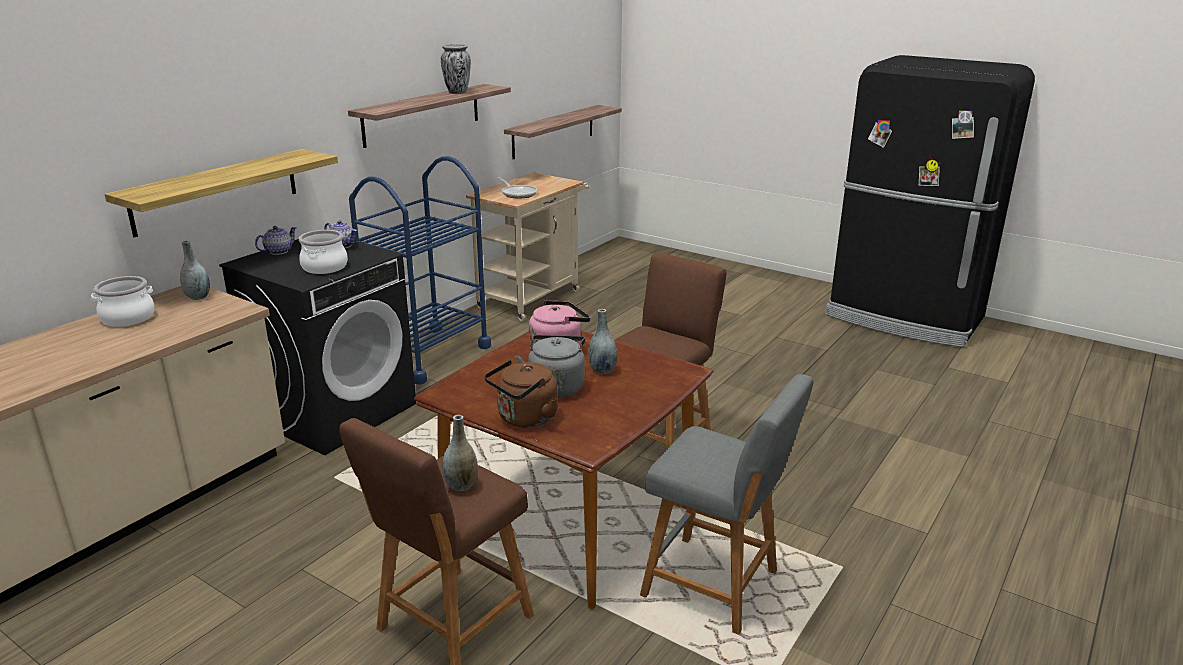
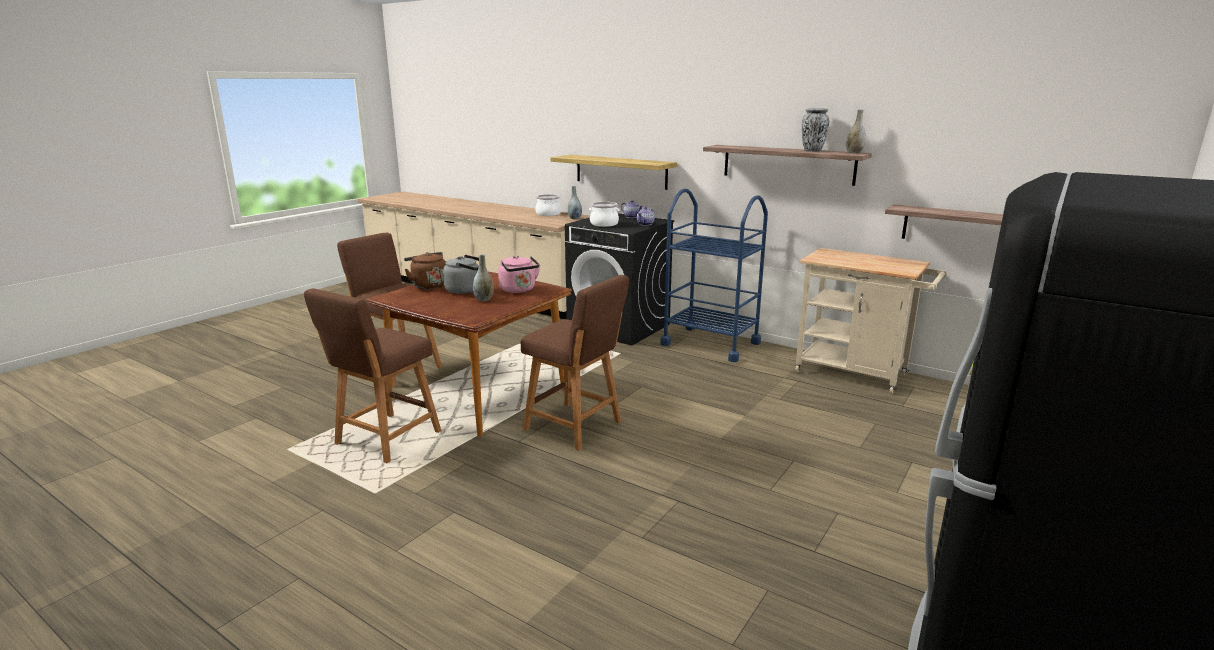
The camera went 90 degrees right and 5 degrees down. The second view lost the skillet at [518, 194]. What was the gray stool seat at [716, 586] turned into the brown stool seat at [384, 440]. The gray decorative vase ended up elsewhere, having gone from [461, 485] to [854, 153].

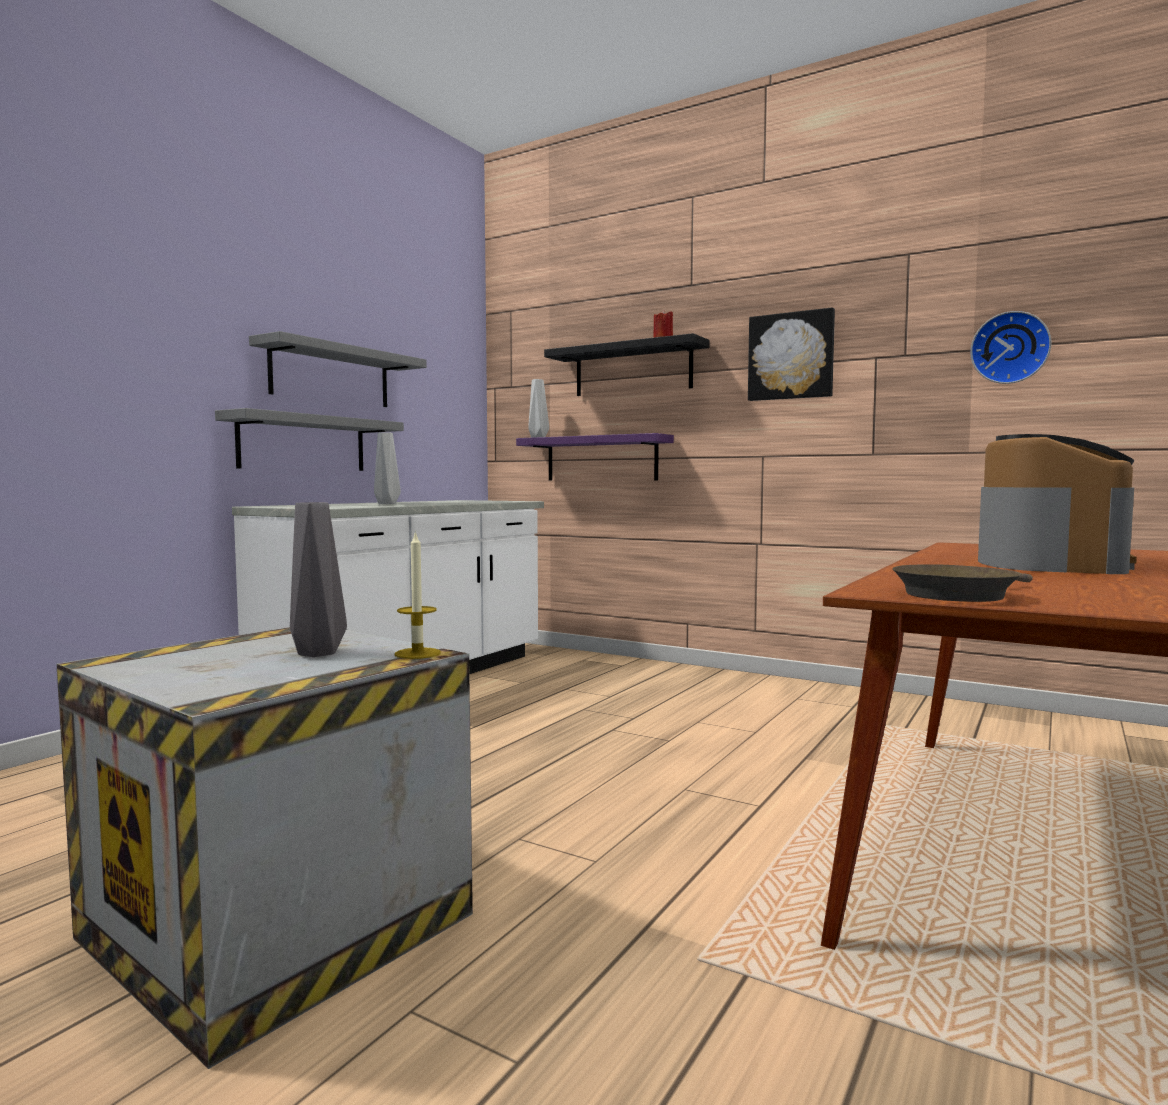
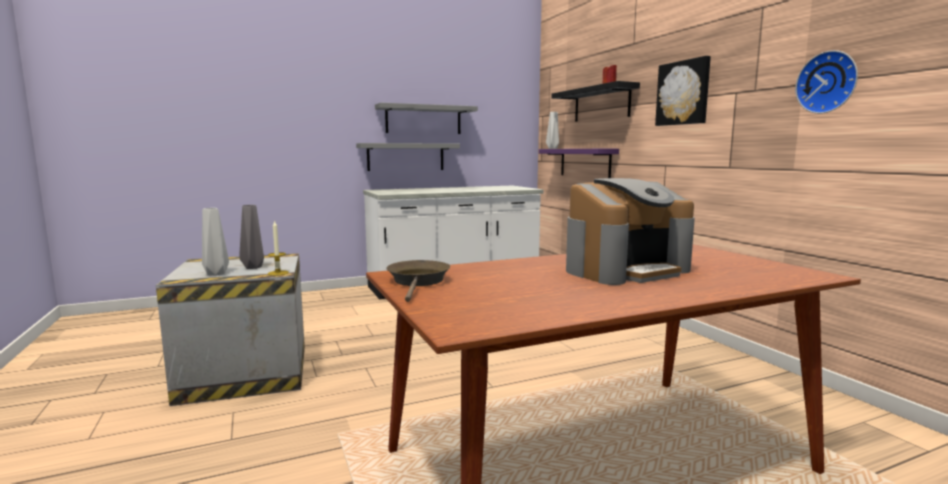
The camera went 35 degrees right and 5 degrees up. The gray decorative vase ended up elsewhere, having gone from [387, 504] to [215, 274]. The brown skillet at [959, 594] ended up facing another way, 90 degrees clockwise from before.

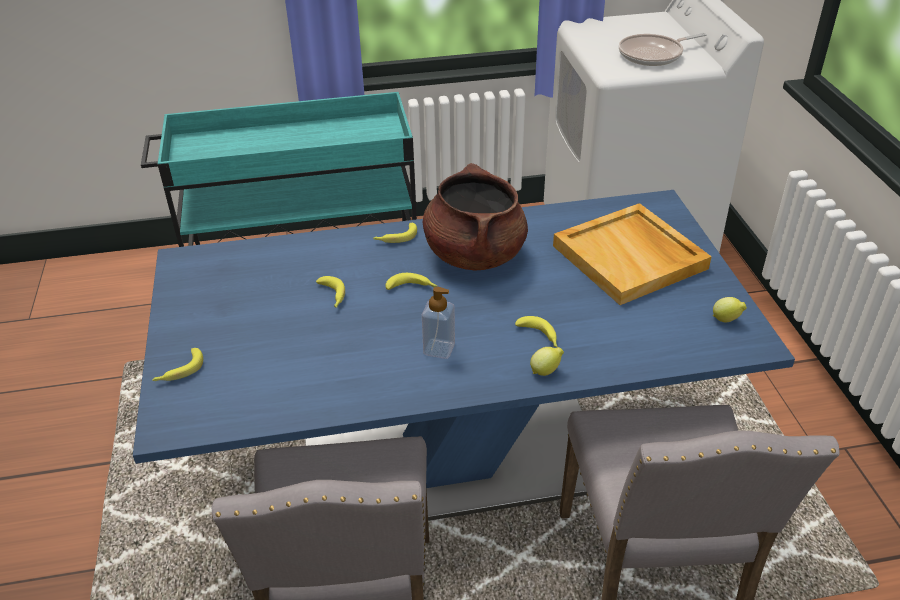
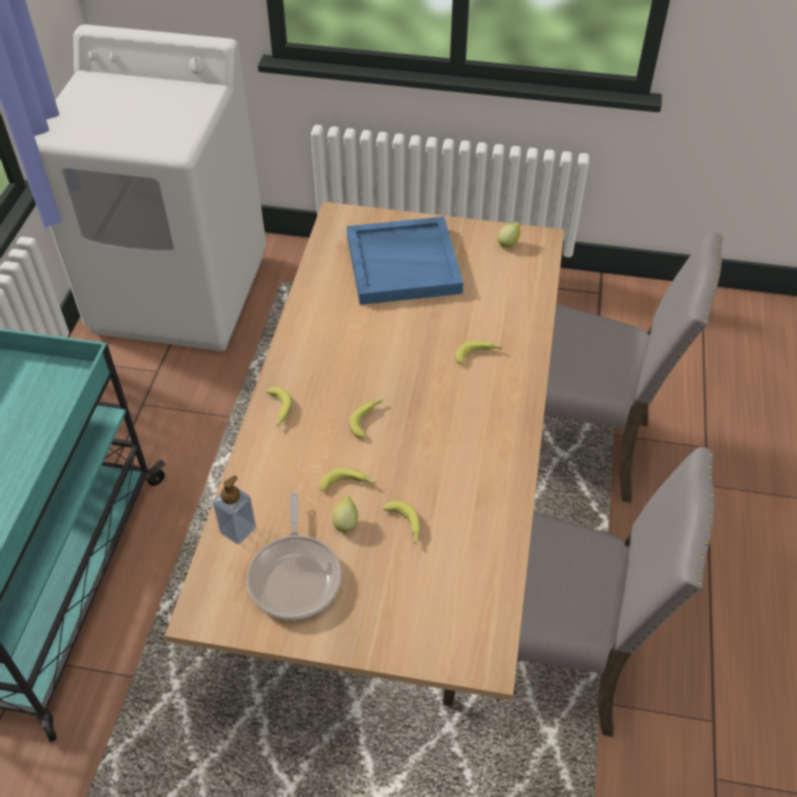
The camera went 70 degrees left and 10 degrees up. The skillet ended up elsewhere, having gone from [654, 55] to [295, 576]. The second view lost the brown cooking pot at [474, 254]. What was the bluish dining table at [452, 460] turned into the beige-coloured dining table at [398, 530]. What was the beige-coloured serving tray at [631, 257] turned into the bluish serving tray at [404, 263]. The soap dispenser ended up elsewhere, having gone from [439, 349] to [238, 529]. The citrus fruit ended up elsewhere, having gone from [546, 371] to [346, 523]. The banana ended up elsewhere, having gone from [179, 371] to [405, 526].

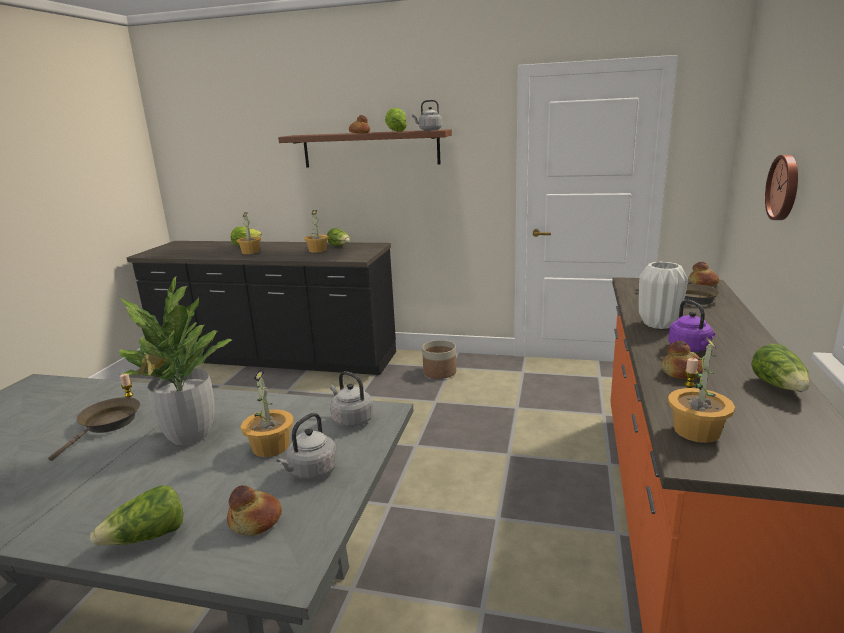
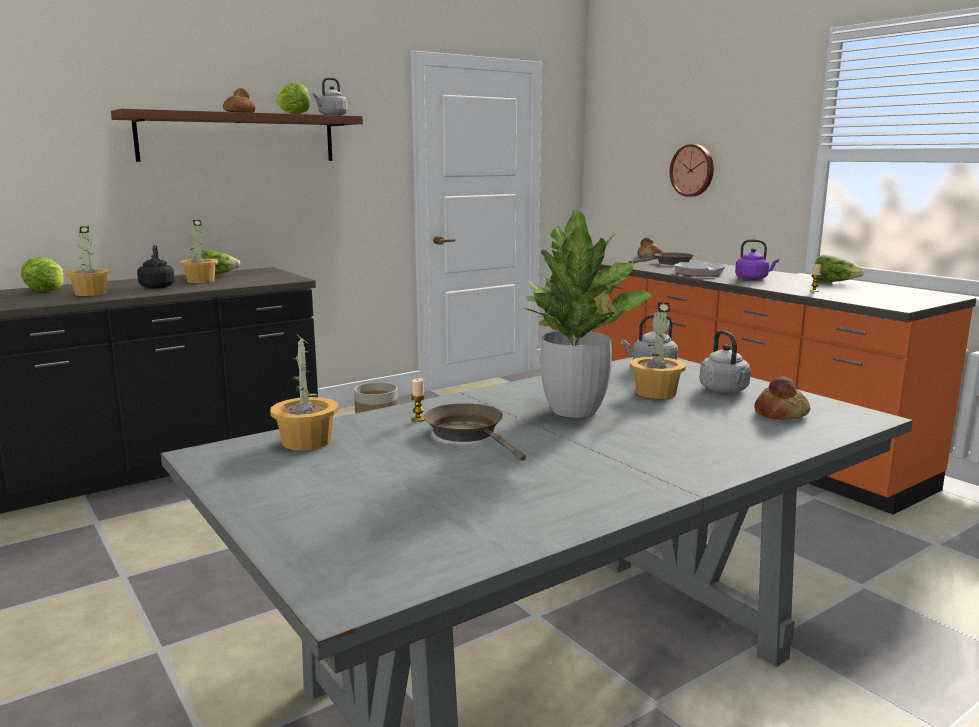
The camera went 50 degrees left and 5 degrees down. Where the whitish decorative vase stood at [657, 324], the skillet came to stand at [700, 274]. The plant in a pot ended up elsewhere, having gone from [695, 430] to [305, 442]. The second view lost the bread at [682, 373]. The second view lost the lettuce head at [147, 537]. The second view gained the black tea kettle at [157, 287].

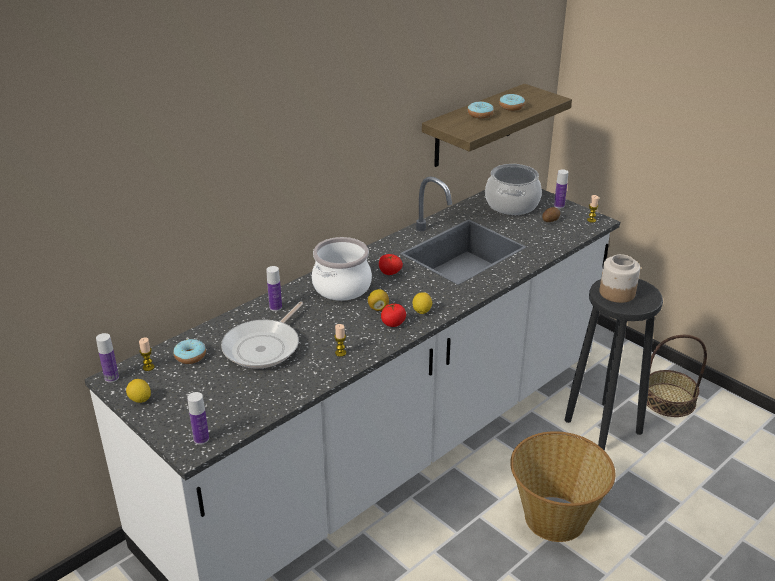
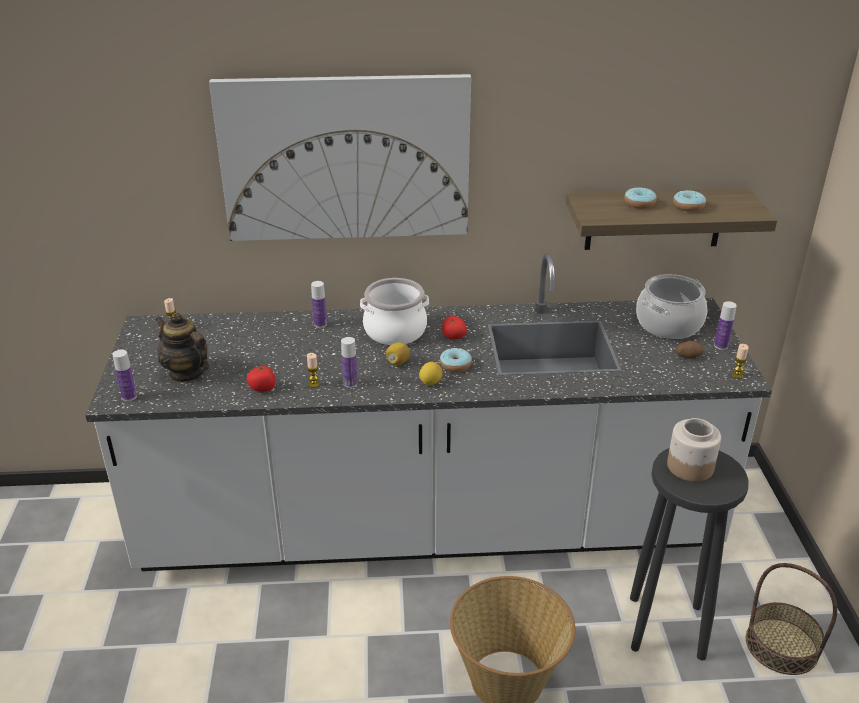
The camera went 40 degrees right and 0 degrees up. The second view lost the skillet at [264, 347]. The tomato ended up elsewhere, having gone from [393, 323] to [263, 388]. The beverage bottle ended up elsewhere, having gone from [111, 378] to [350, 383]. The donut ended up elsewhere, having gone from [190, 356] to [455, 365]. The second view lost the citrus fruit at [140, 399]. The second view gained the picture at [345, 158]. The second view gained the teapot at [186, 373].

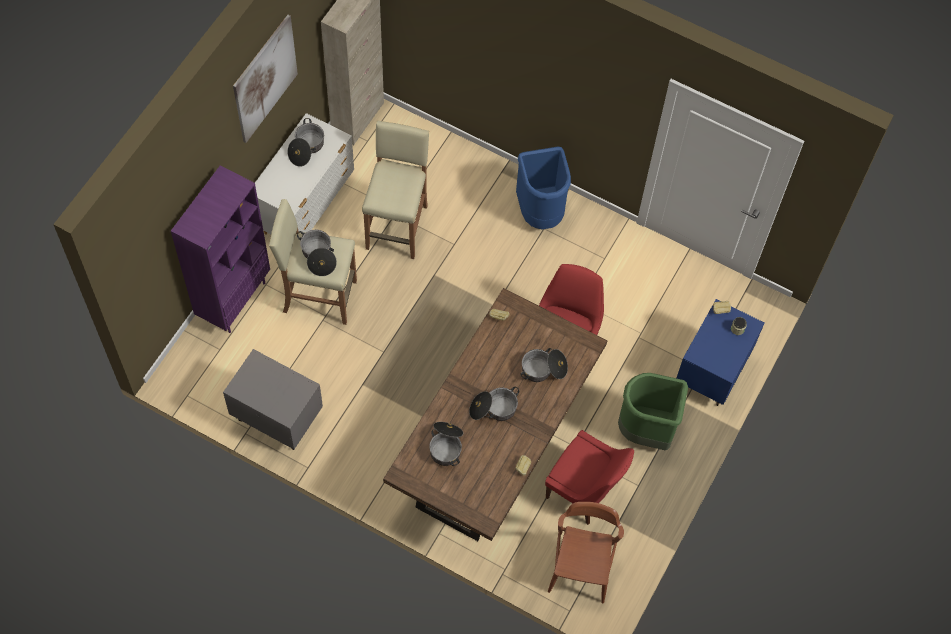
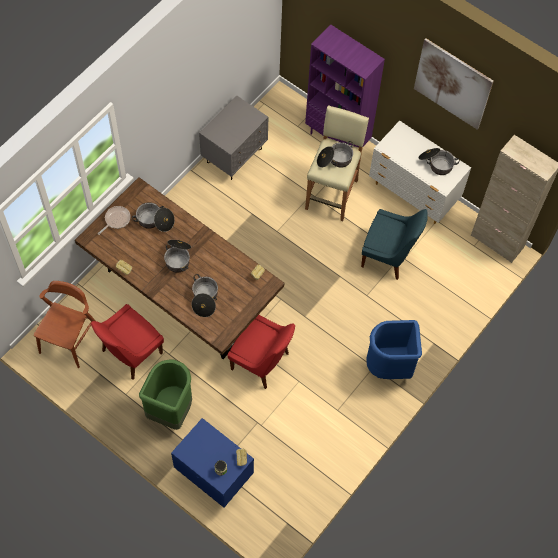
The camera went 100 degrees right and 0 degrees up. Where the beige-coloured stool seat stood at [397, 226], the bluish chair came to stand at [388, 256]. The brown chair at [581, 567] ended up facing another way, 90 degrees counterclockwise from before. The second view gained the skillet at [116, 220].

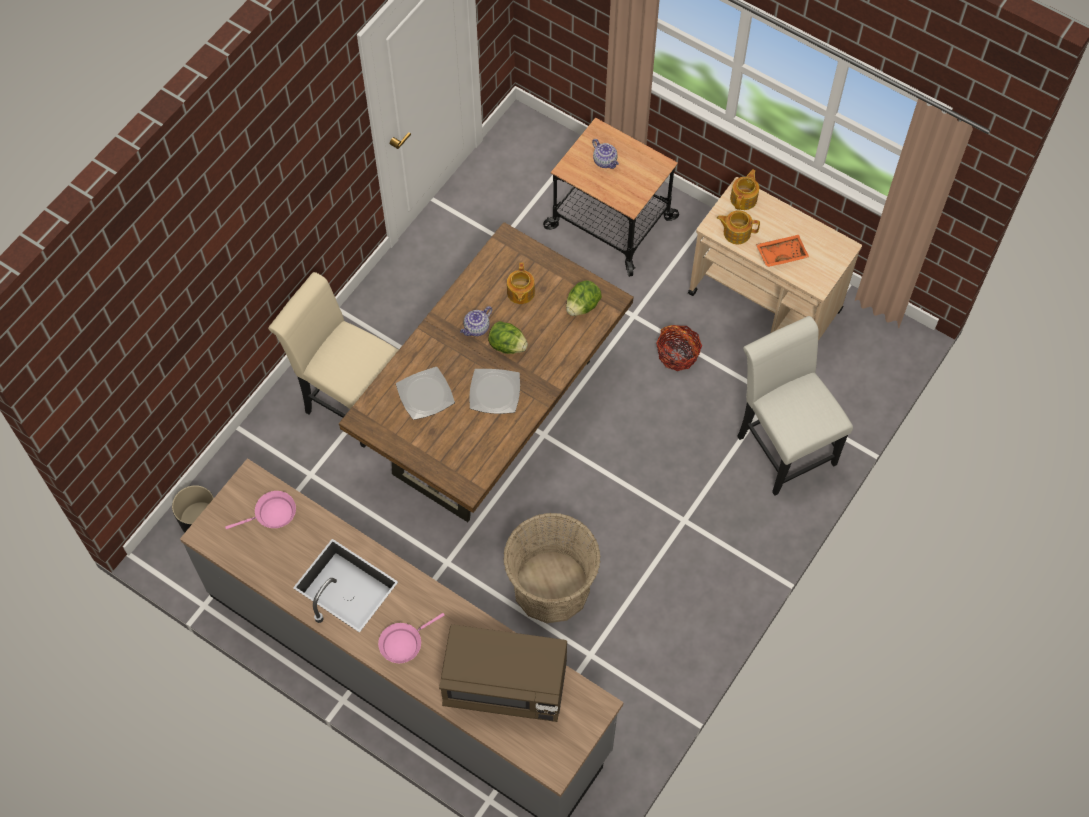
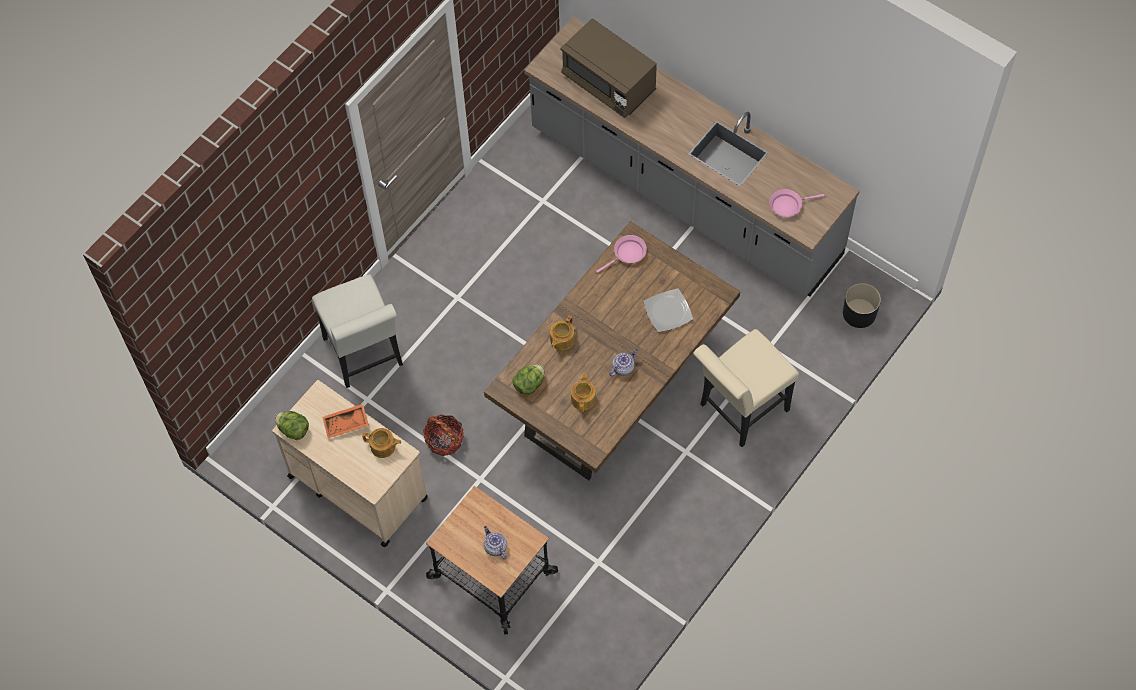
The camera went 175 degrees left and 0 degrees up. The teapot ended up elsewhere, having gone from [744, 198] to [561, 340]. The beige-coloured chair at [348, 399] ended up facing another way, 105 degrees clockwise from before. The lettuce head ended up elsewhere, having gone from [507, 345] to [293, 430]. The second view lost the dinner plate at [494, 392]. The second view lost the household basket at [551, 587]. The pink-coloured skillet ended up elsewhere, having gone from [403, 643] to [627, 254]. The brown microwave at [505, 684] ended up facing another way, 150 degrees counterclockwise from before.

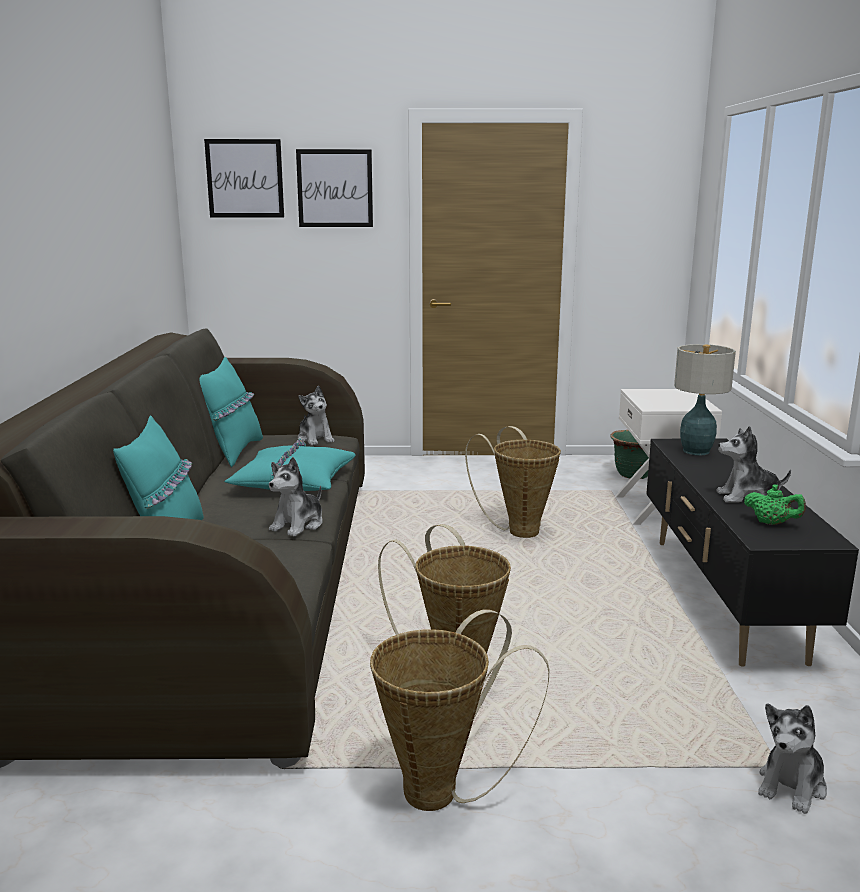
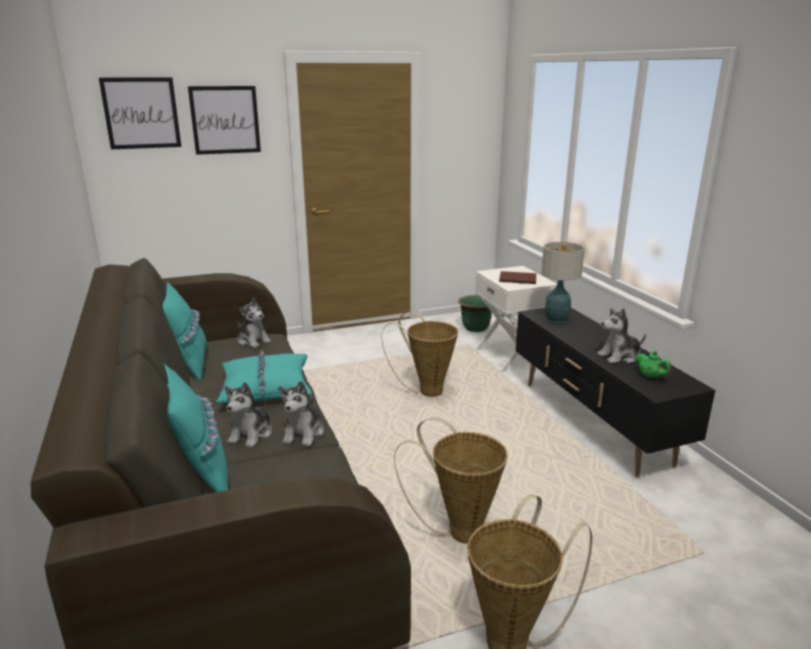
The camera went 20 degrees left and 5 degrees up. The greenish teapot at [772, 523] ended up facing another way, 45 degrees clockwise from before. The soft toy ended up elsewhere, having gone from [792, 785] to [251, 434]. The second view gained the brown bound book at [517, 279].

